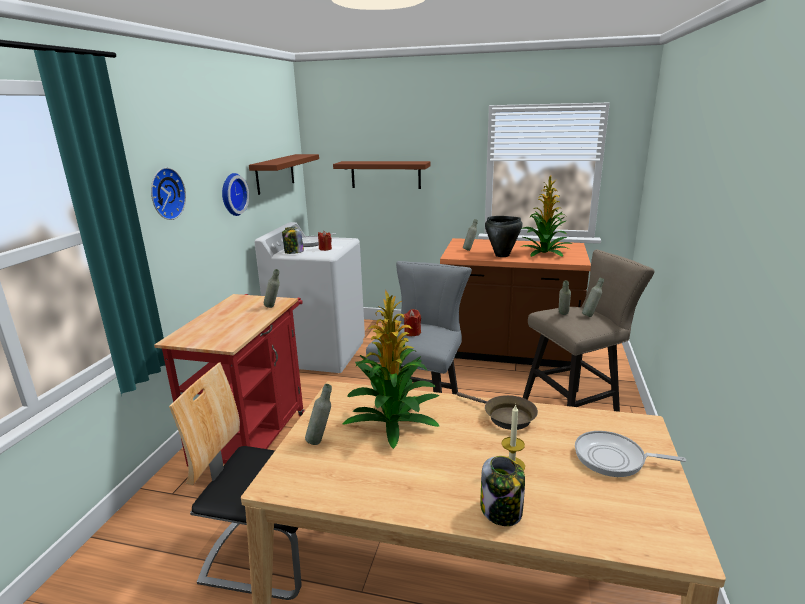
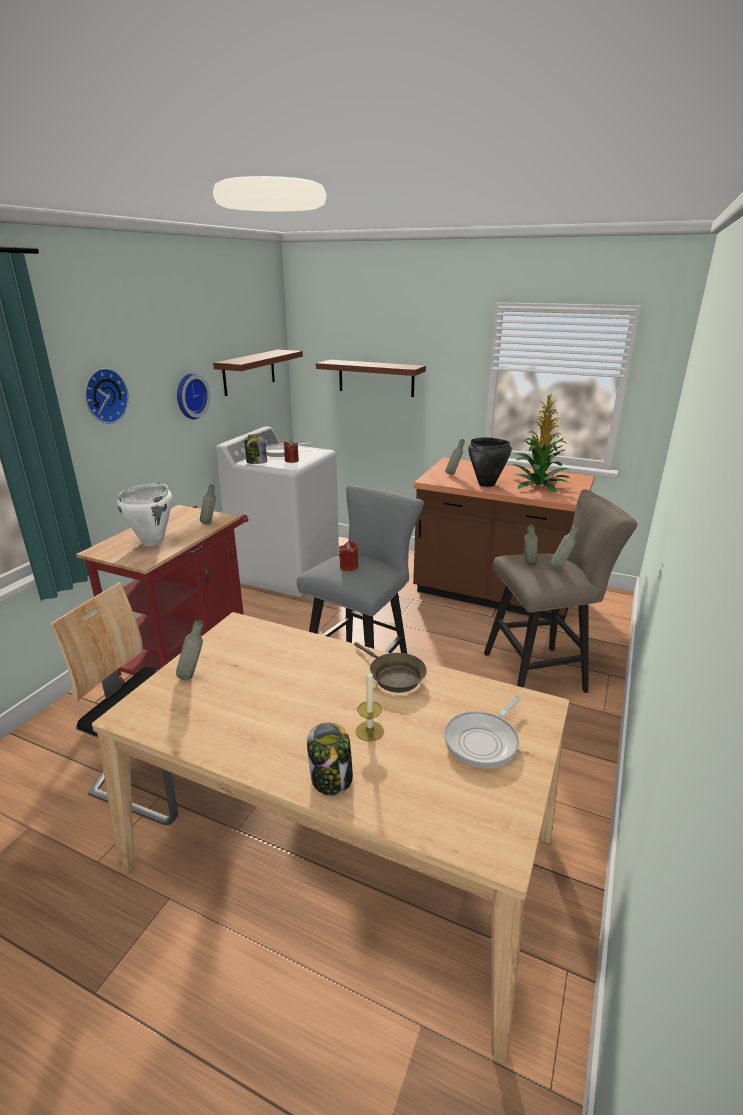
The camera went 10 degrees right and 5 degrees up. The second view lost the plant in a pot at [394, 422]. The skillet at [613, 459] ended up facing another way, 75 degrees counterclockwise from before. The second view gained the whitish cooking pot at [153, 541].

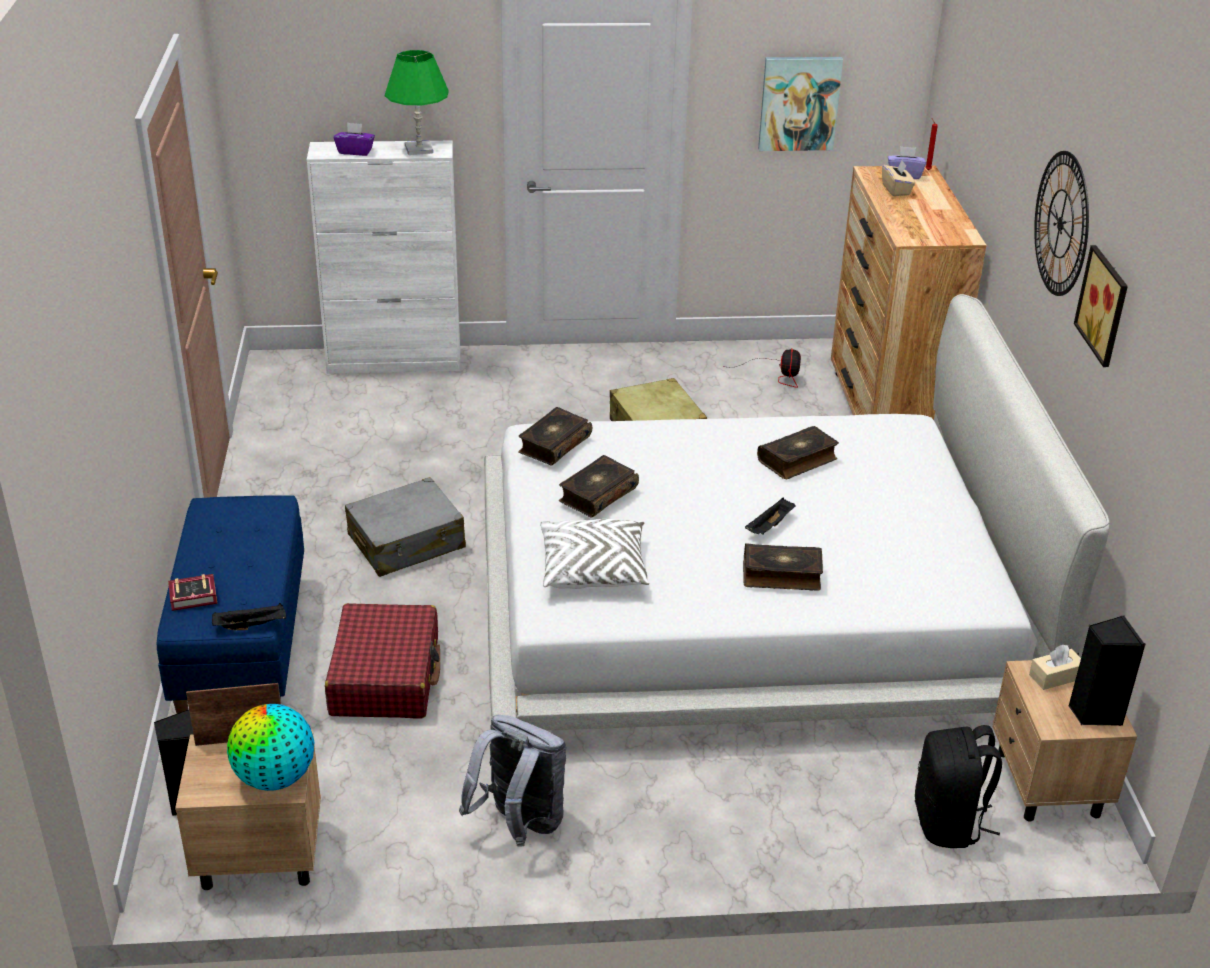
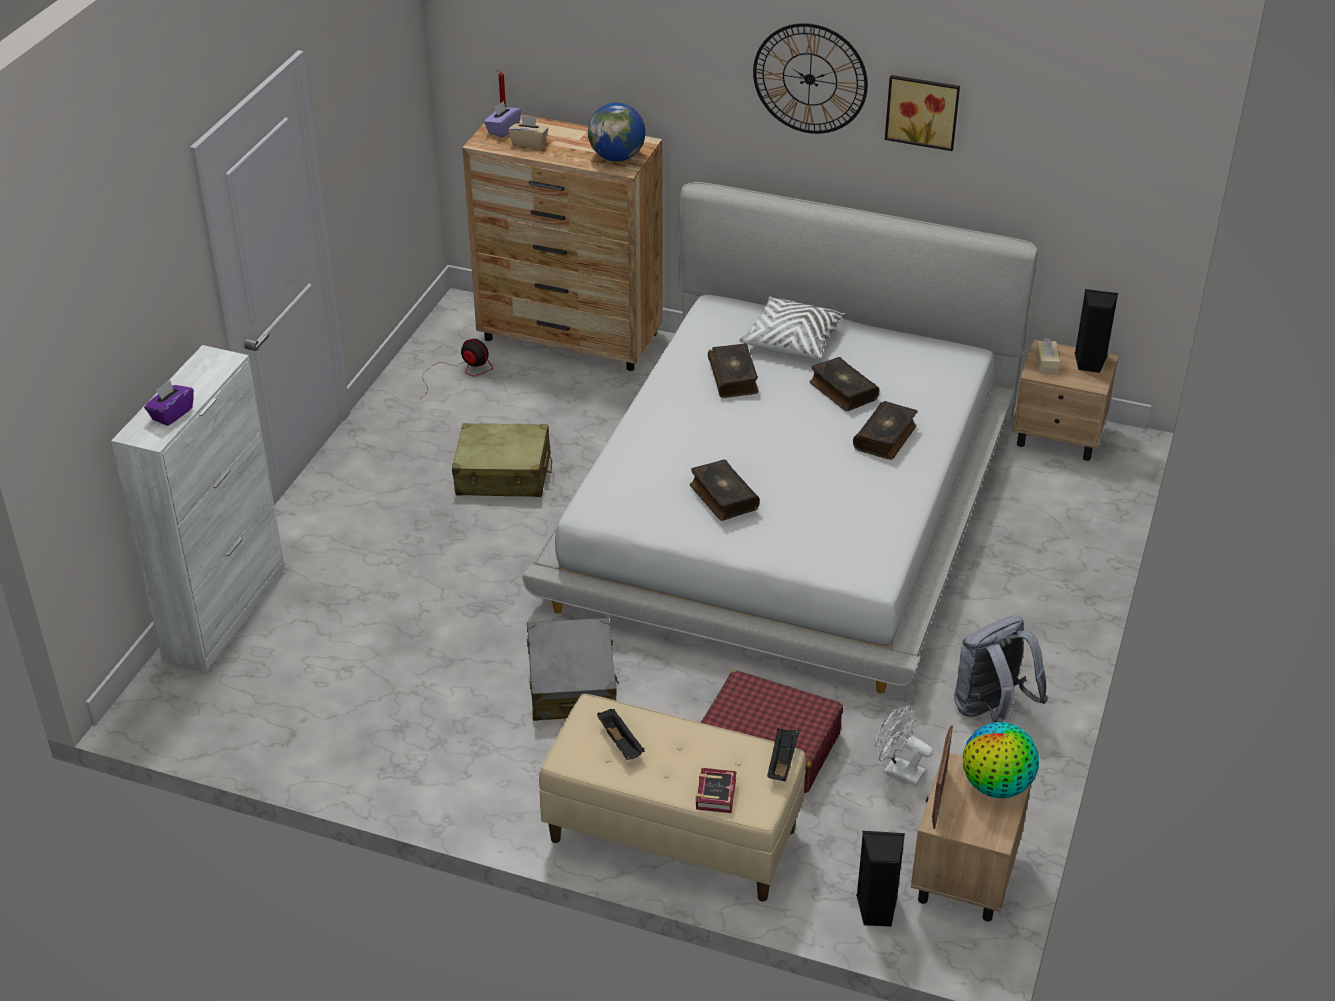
The camera went 65 degrees left and 5 degrees up. The second view lost the greenish lamp for a table at [419, 149]. The second view lost the picture at [799, 103]. The bound book ended up elsewhere, having gone from [553, 444] to [842, 391]. What was the bluish bench at [241, 647] turned into the beige-coloured bench at [671, 835]. The black serving tray ended up elsewhere, having gone from [770, 527] to [621, 743]. The whitish pillow ended up elsewhere, having gone from [593, 569] to [792, 340]. The second view lost the black knapsack at [949, 823]. The second view gained the globe at [617, 157]. The second view gained the whitish fan at [898, 770].

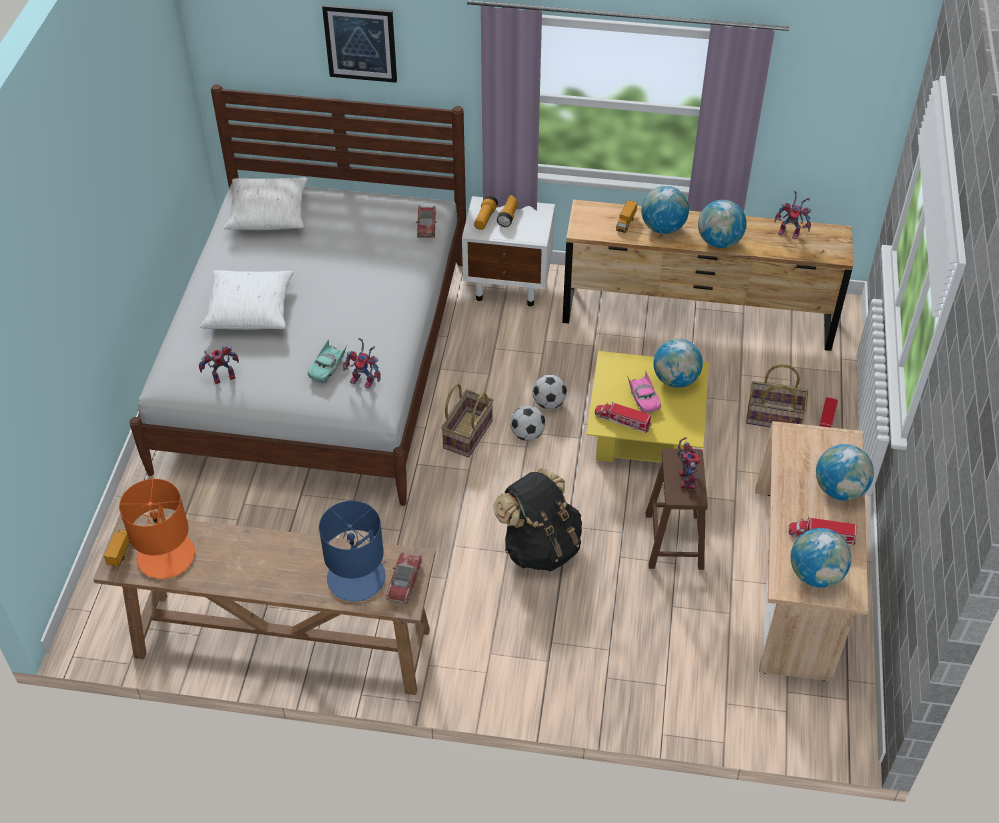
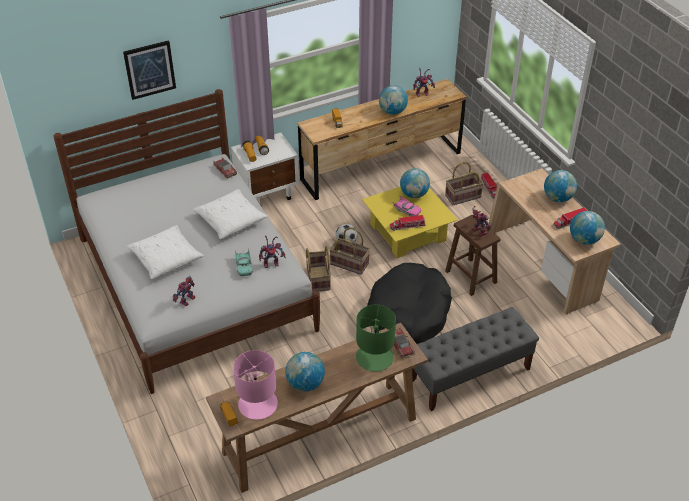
The camera went 35 degrees left and 5 degrees down. The whitish pillow ended up elsewhere, having gone from [268, 213] to [230, 220]. The globe ended up elsewhere, having gone from [662, 227] to [305, 384]. Where the football stood at [527, 434], the household basket came to stand at [350, 263]. Where the black knapsack stood at [540, 546], the black dog bed came to stand at [409, 313]. What was the orange lamp for a table at [166, 555] turned into the pink-coloured lamp for a table at [257, 404]. What was the bluish lamp for a table at [357, 577] turned into the greenish lamp for a table at [375, 357]. The second view gained the gray bench at [469, 375].

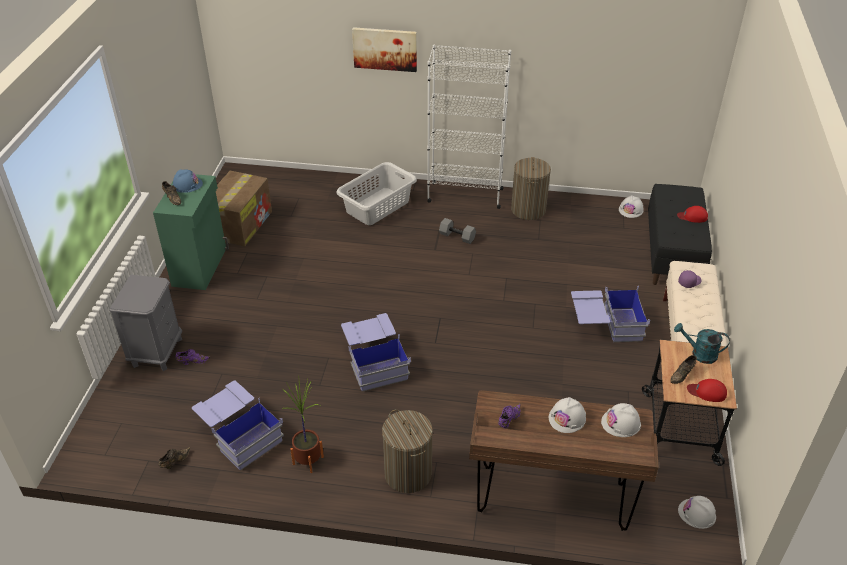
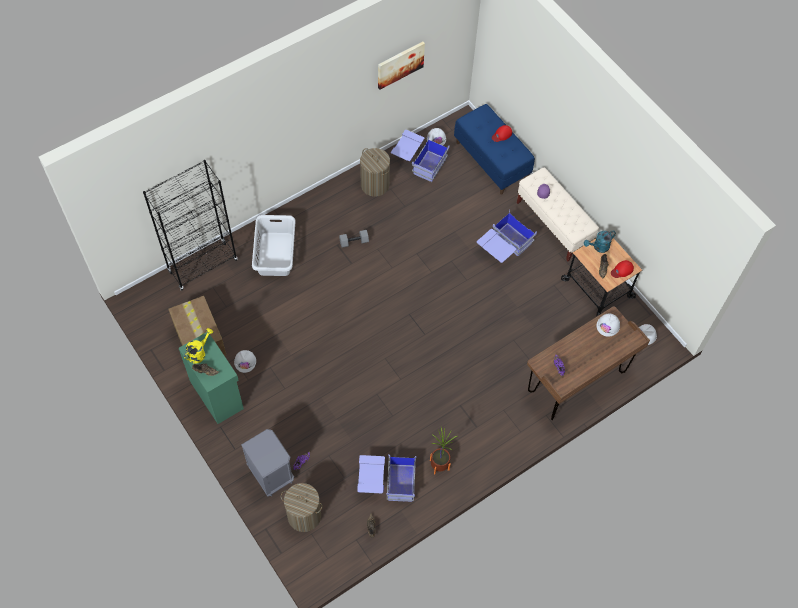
The camera went 45 degrees left and 20 degrees up. The picture ended up elsewhere, having gone from [385, 49] to [400, 64]. The second view lost the whitish bookshelf at [465, 195]. Where the bluish hard hat stood at [187, 184], the yellow-coloured sprinkling can came to stand at [199, 353]. What was the black bench at [673, 254] turned into the bluish bench at [492, 161]. The bluish storage box ended up elsewhere, having gone from [375, 362] to [418, 162]. The whitish hard hat ended up elsewhere, having gone from [567, 418] to [245, 361]. The washing basket ended up elsewhere, having gone from [408, 473] to [304, 515]. The second view gained the black bookshelf at [203, 266].

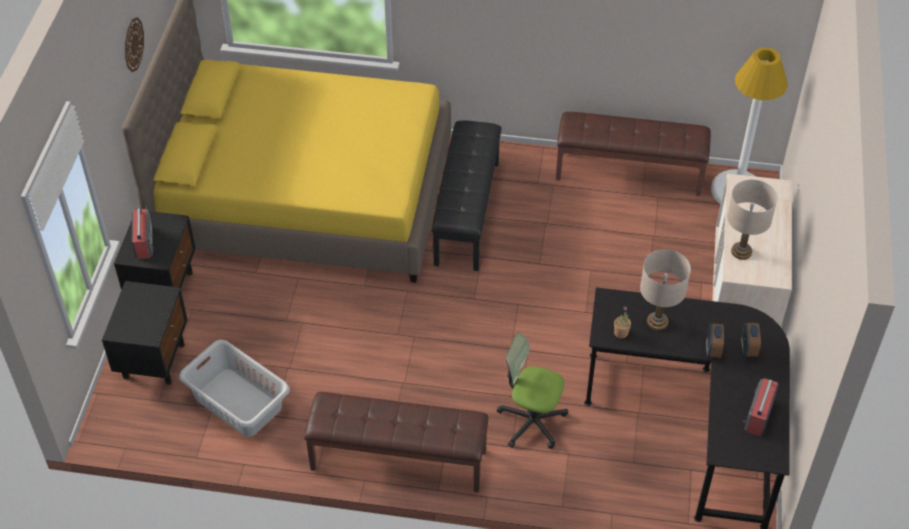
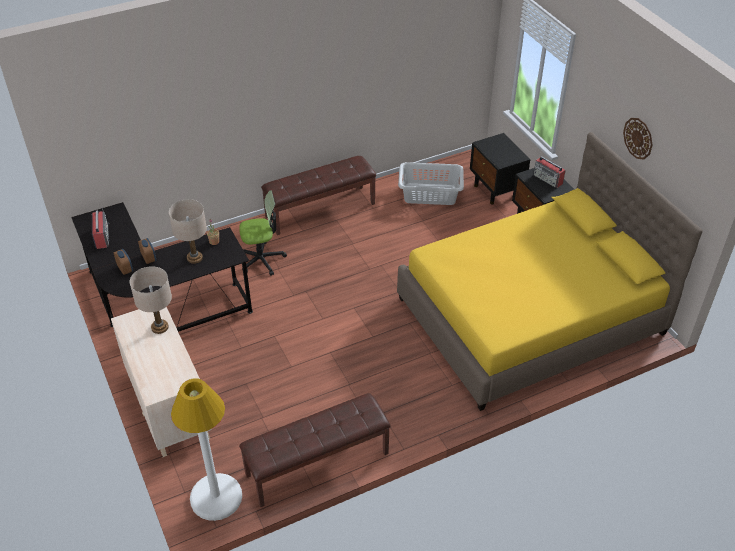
The camera went 145 degrees right and 5 degrees down. The second view lost the black bench at [466, 212].

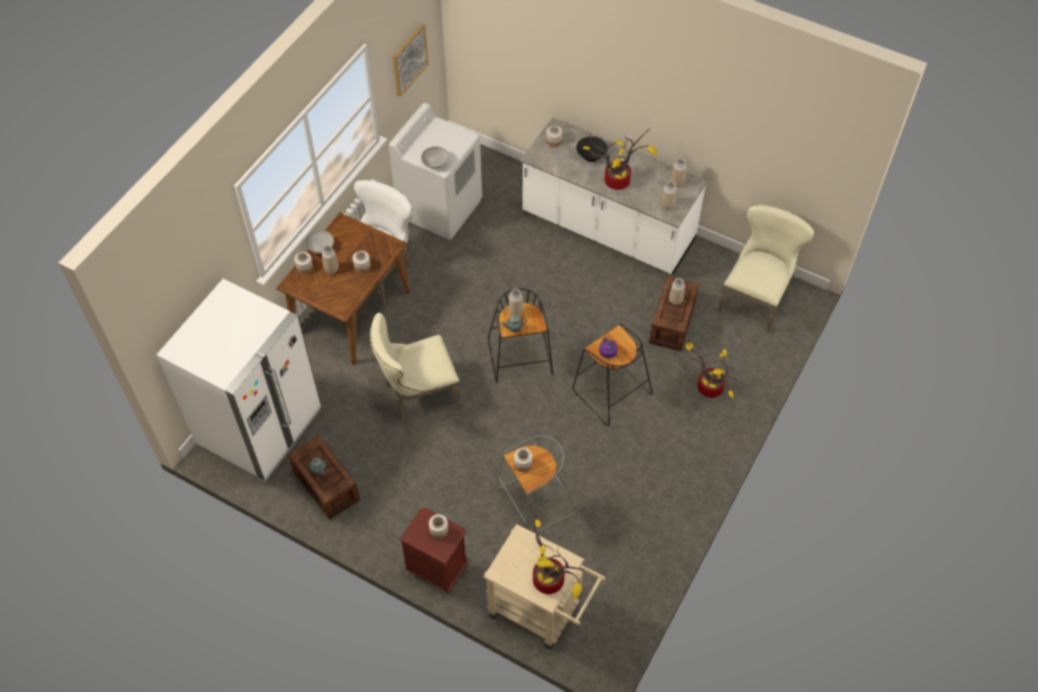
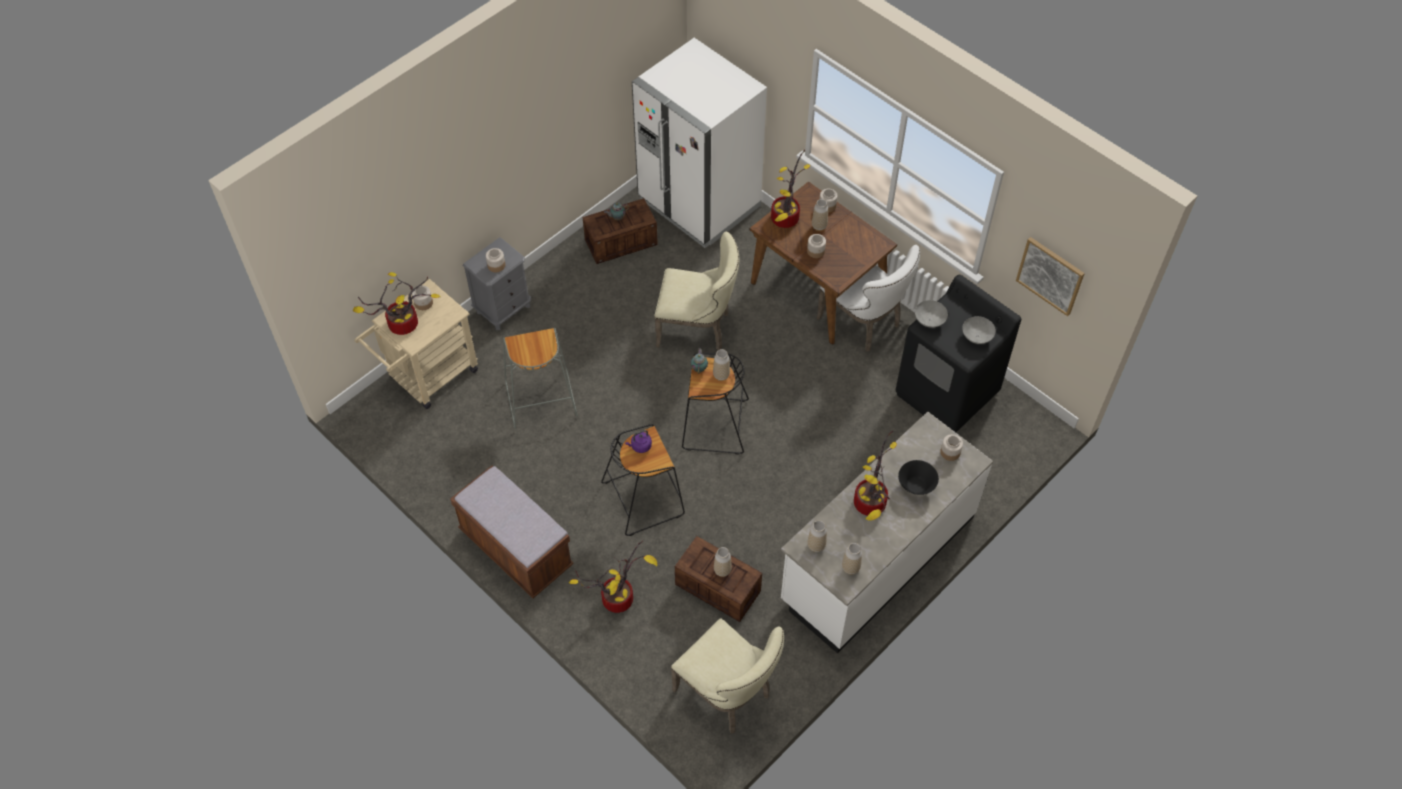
The camera went 105 degrees right and 0 degrees up. What was the whitish washing machine at [440, 208] turned into the black washing machine at [947, 394]. The gray serving bowl ended up elsewhere, having gone from [320, 248] to [977, 336]. The beige-coloured chair at [417, 394] ended up facing another way, 105 degrees clockwise from before. The jar ended up elsewhere, having gone from [523, 464] to [424, 303]. What was the brown nightstand at [437, 568] turned into the gray nightstand at [503, 309]. The second view gained the plant in a pot at [786, 220]. The second view gained the brown bench at [516, 549].

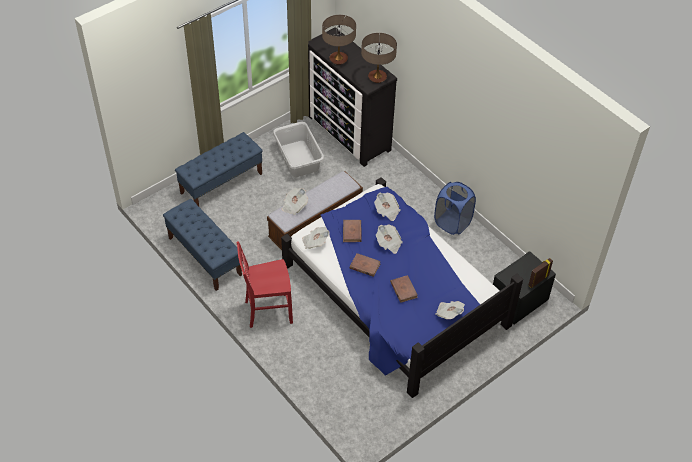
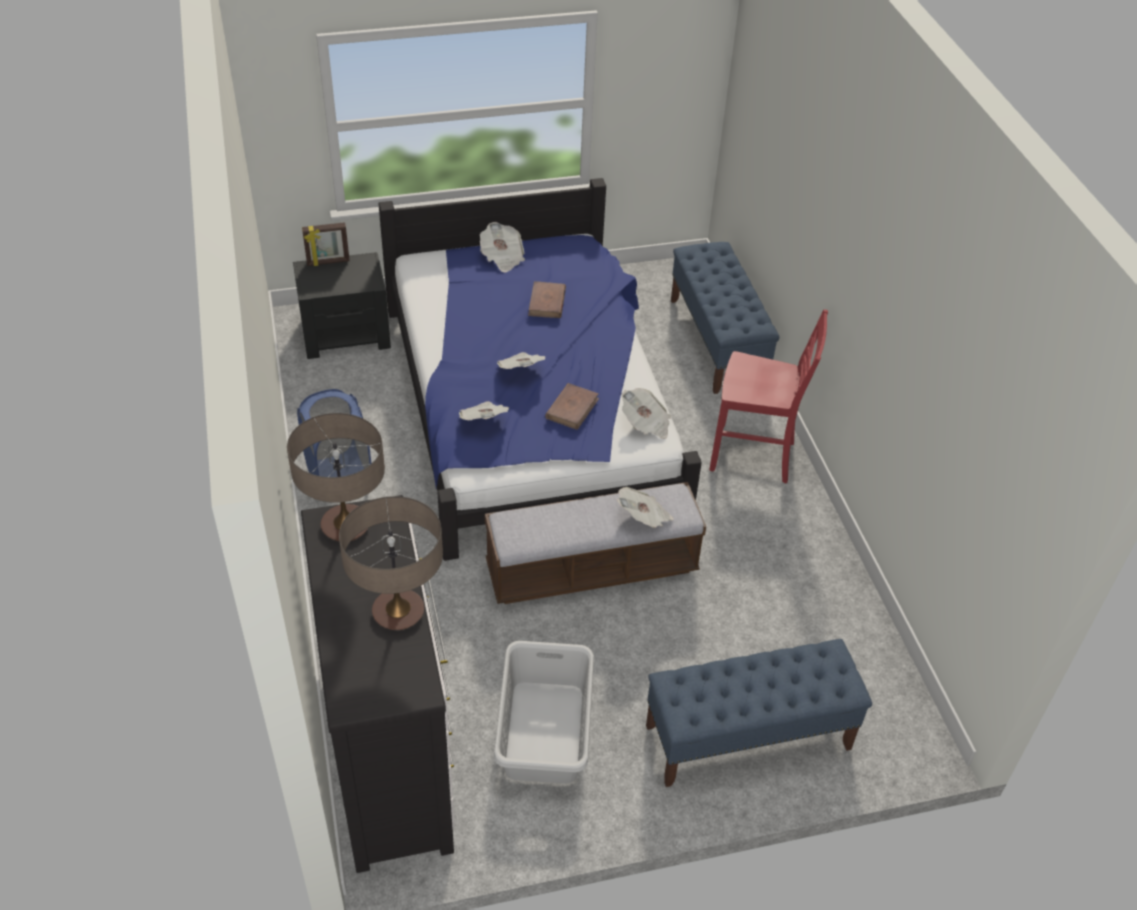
The camera went 155 degrees left and 5 degrees down. The bluish bench ended up elsewhere, having gone from [204, 256] to [717, 342]. The second view lost the brown bound book at [364, 266].

